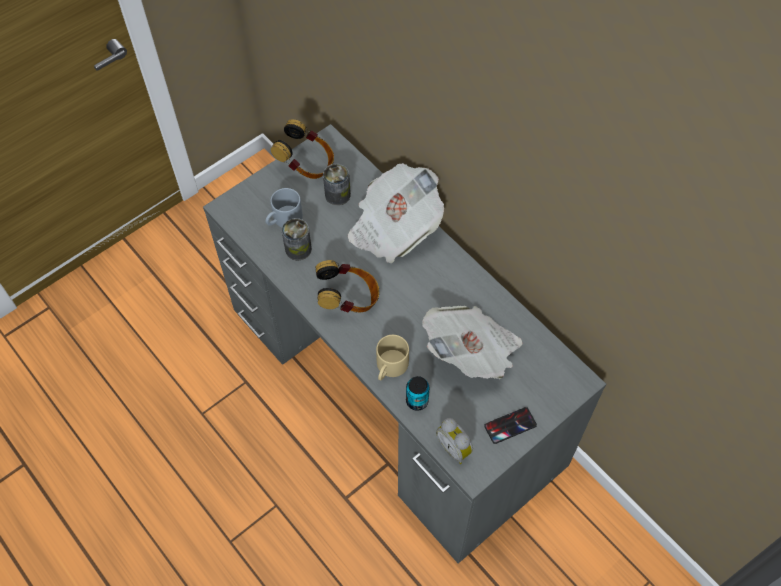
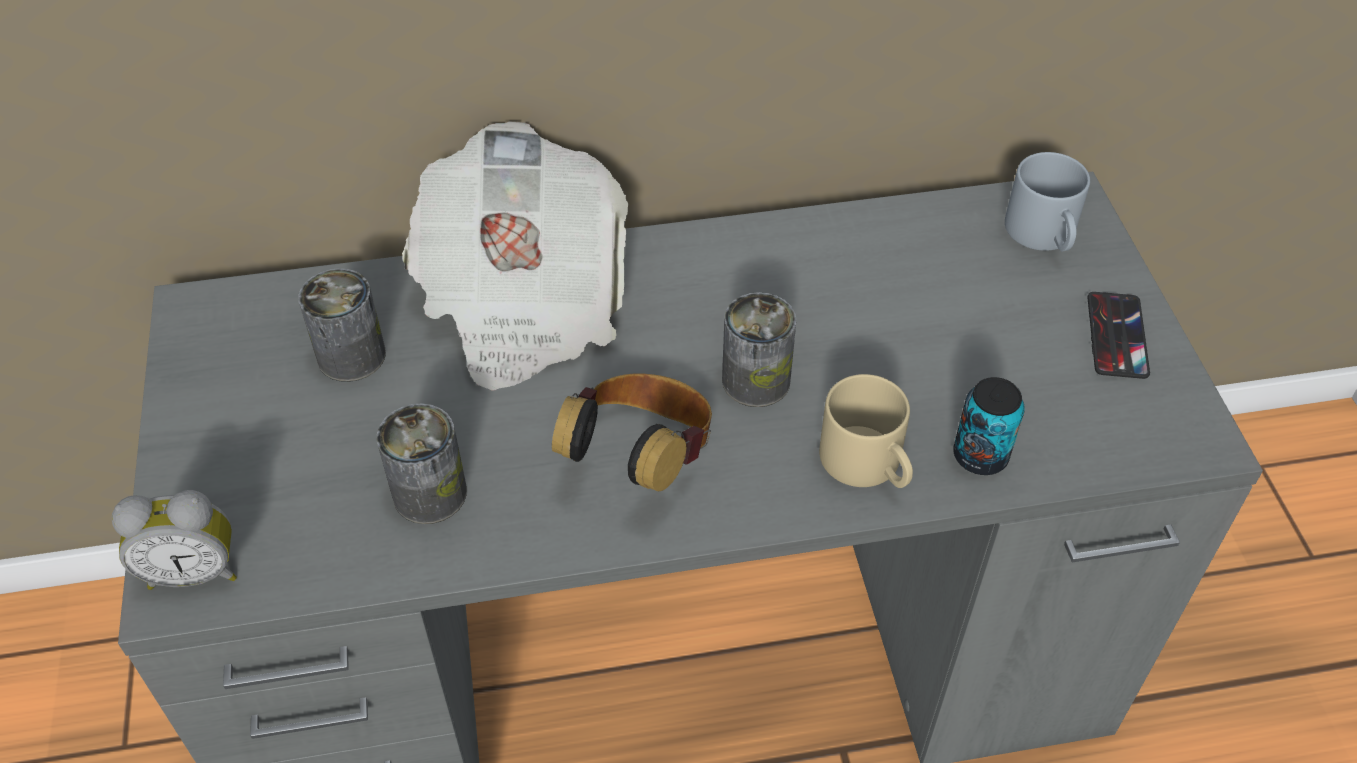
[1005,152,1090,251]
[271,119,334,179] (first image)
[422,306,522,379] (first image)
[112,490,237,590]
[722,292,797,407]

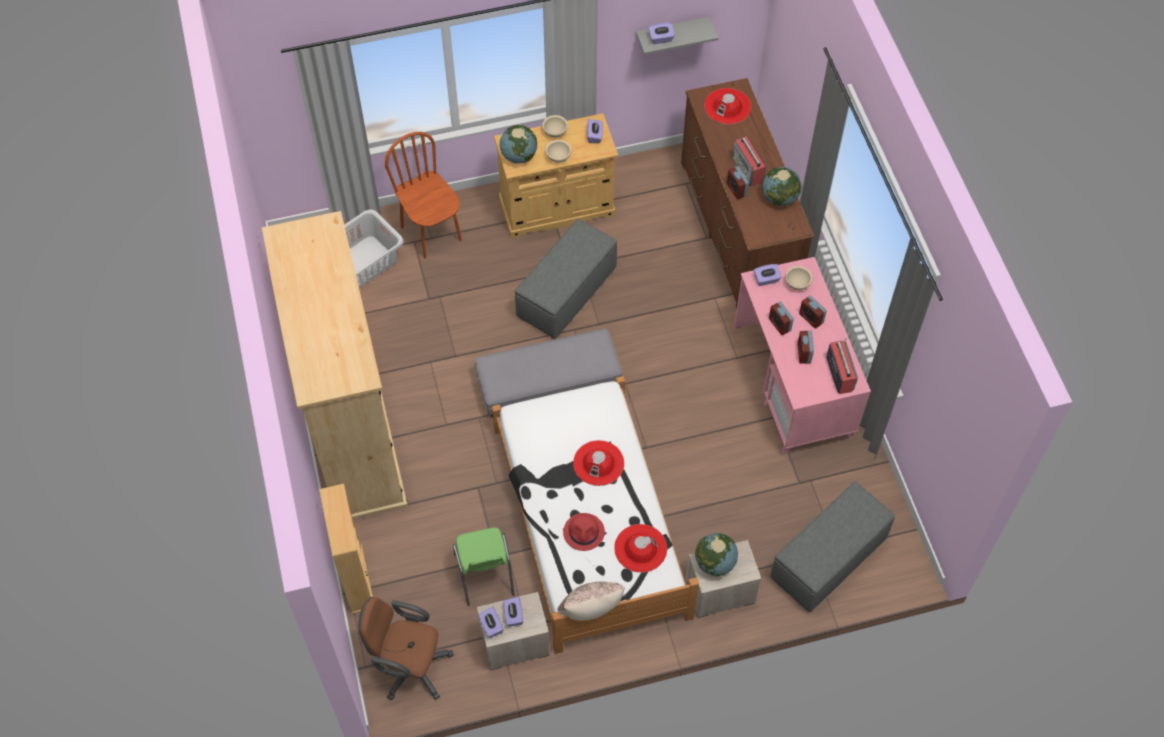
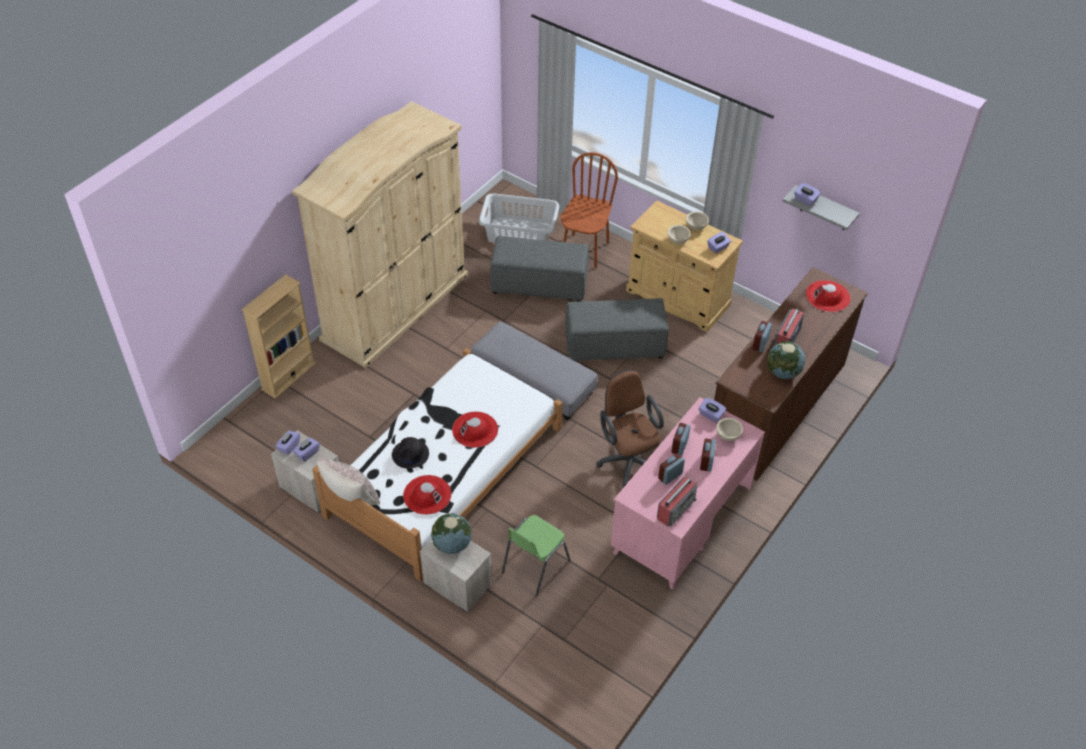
[596,370,664,489]
[502,515,571,597]
[500,125,537,164] (first image)
[392,437,429,468]
[490,236,588,302]

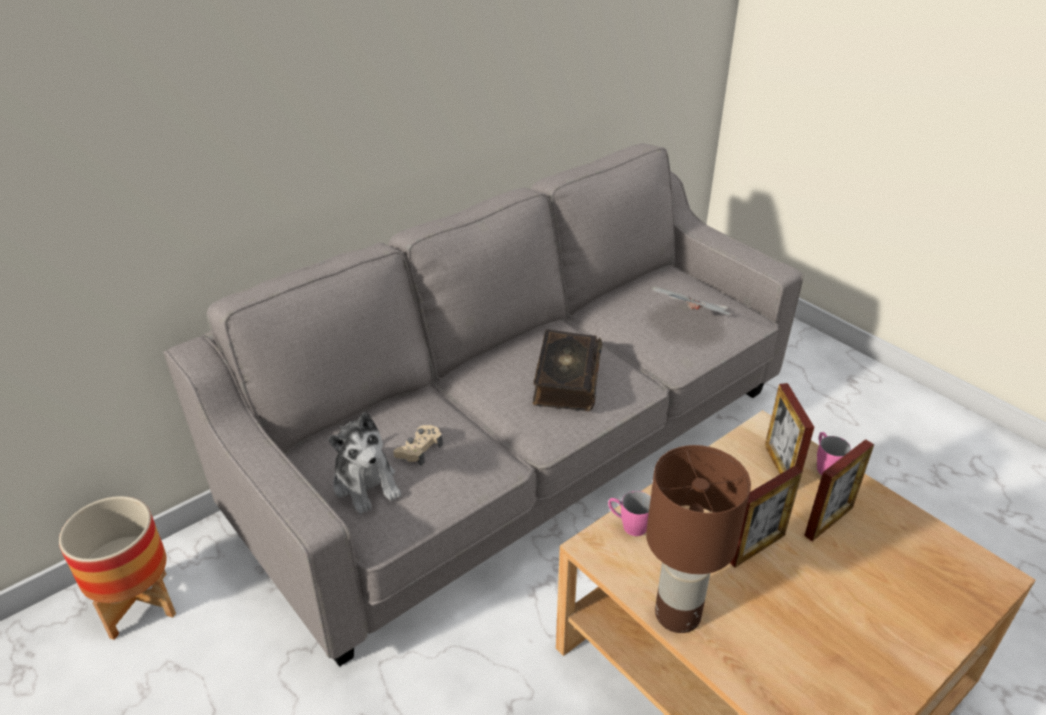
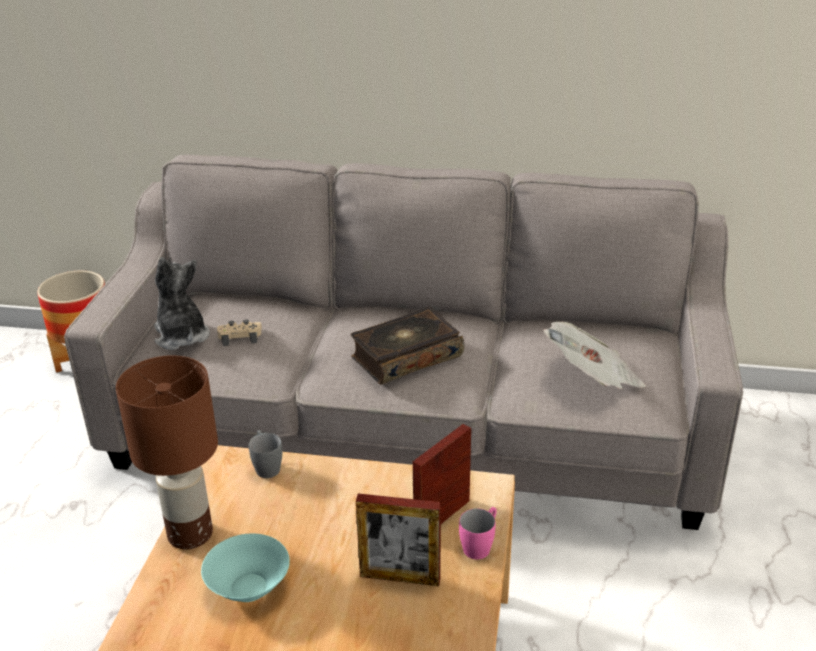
[154,257,210,350]
[249,430,282,478]
[730,466,802,567] (first image)
[201,533,290,602]

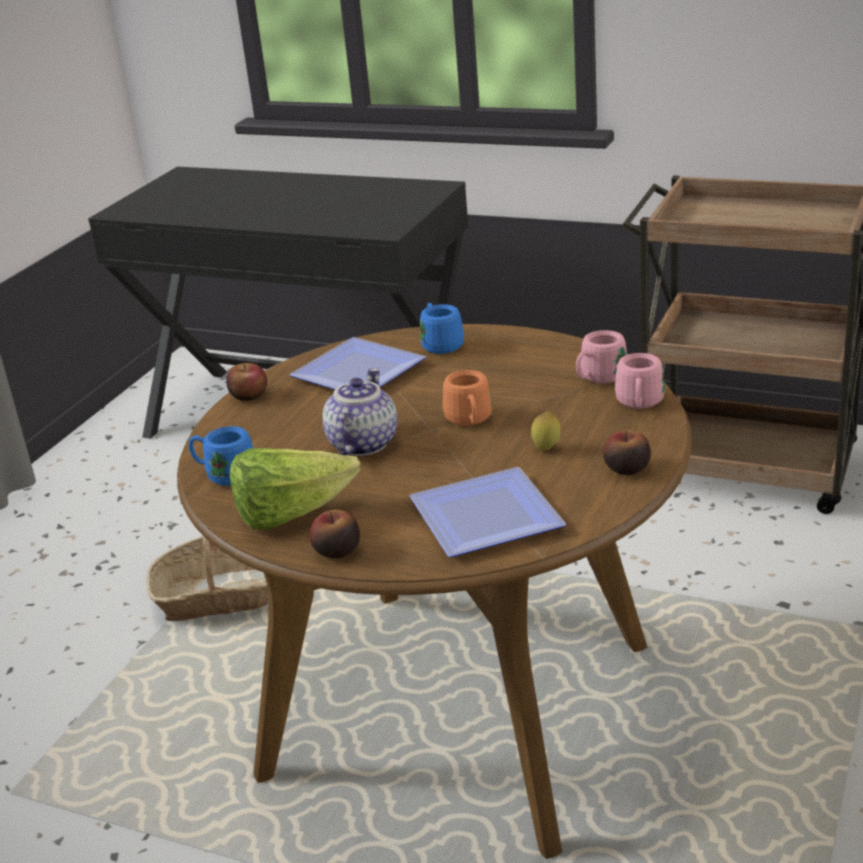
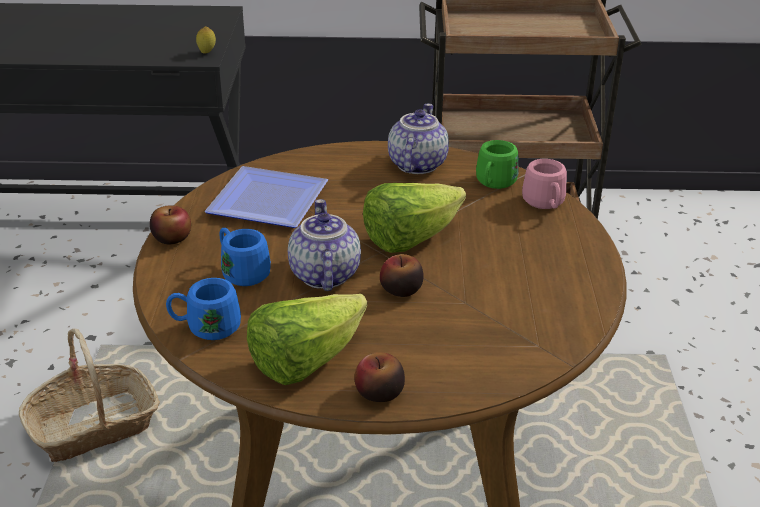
[409,467,566,557] (first image)
[220,228,271,286]
[363,183,466,253]
[196,26,216,53]
[476,140,519,189]
[380,254,424,297]
[388,103,449,174]

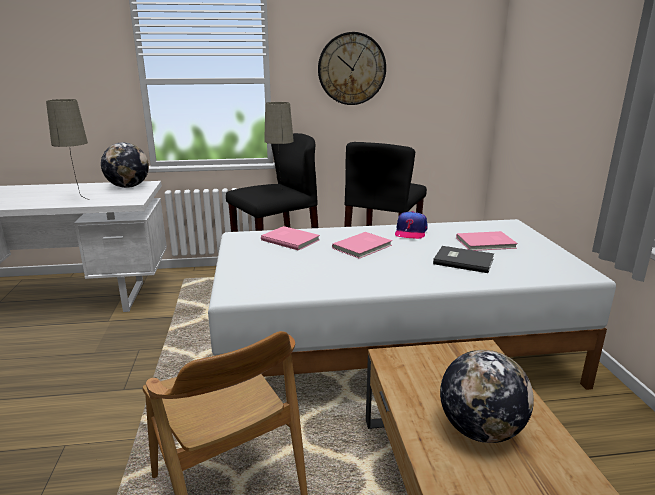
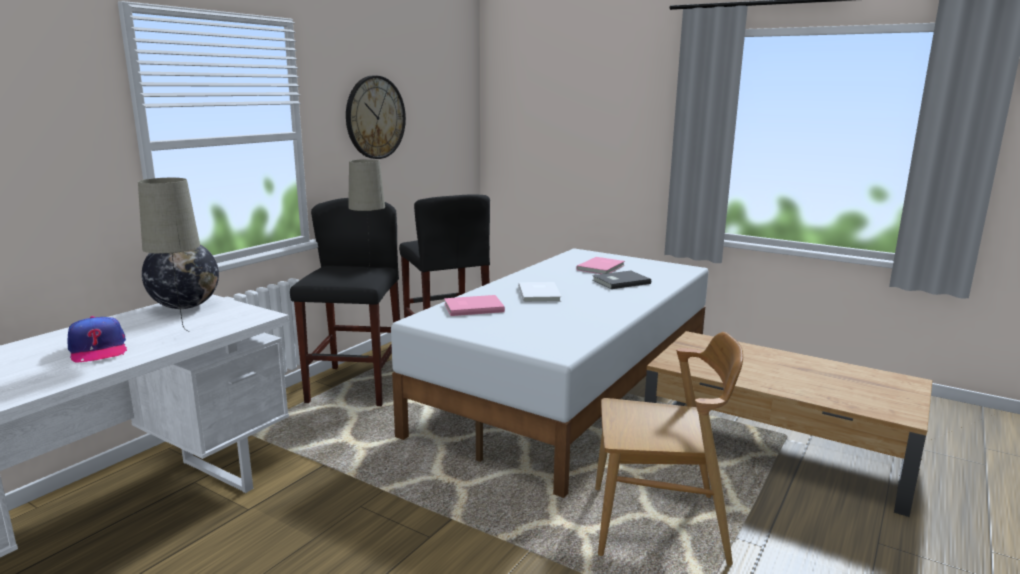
[518,282,562,303]
[68,316,127,363]
[440,350,534,443] (first image)

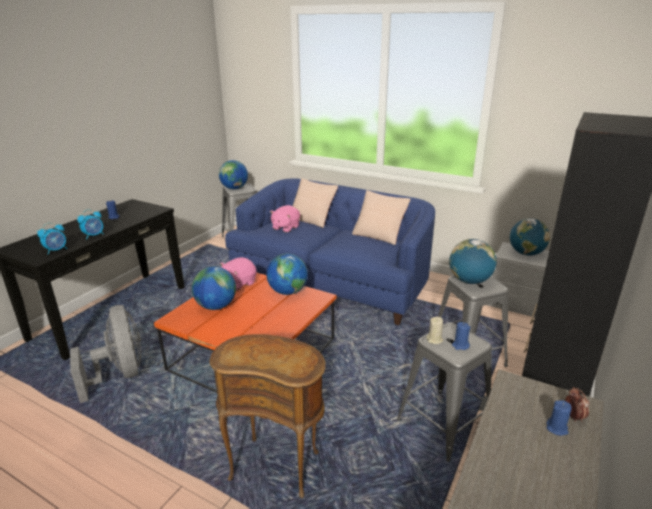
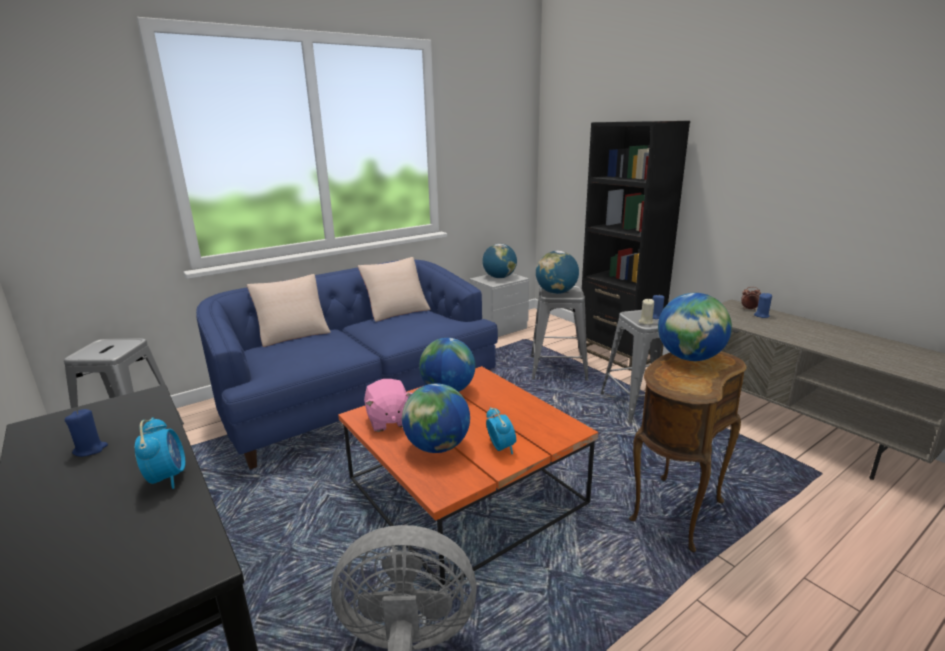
[486,407,516,454]
[658,293,732,361]
[270,205,300,233] (first image)

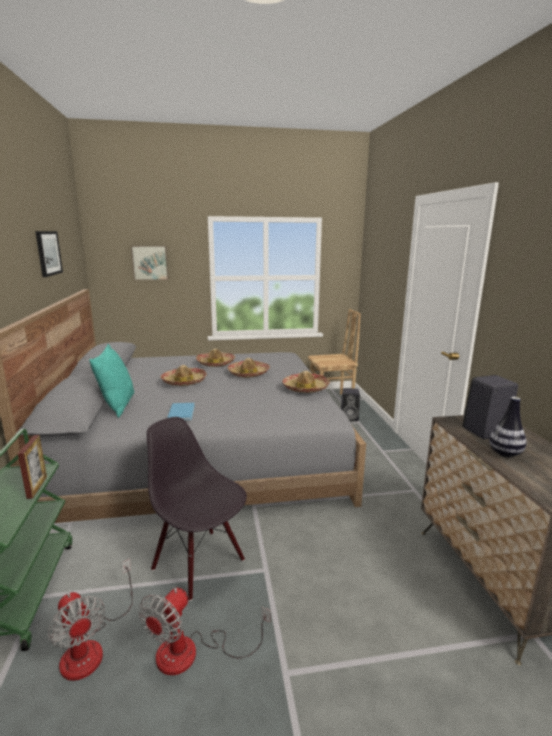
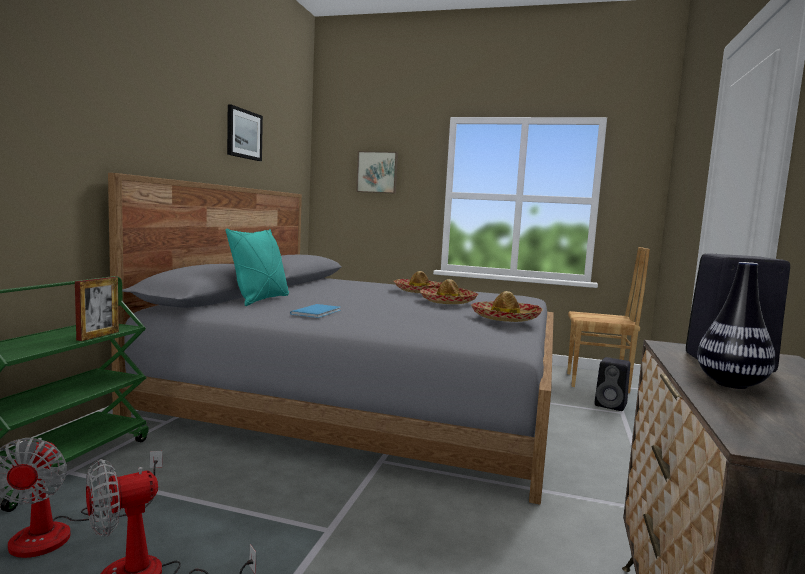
[147,417,247,601] (first image)
[161,365,207,386] (first image)

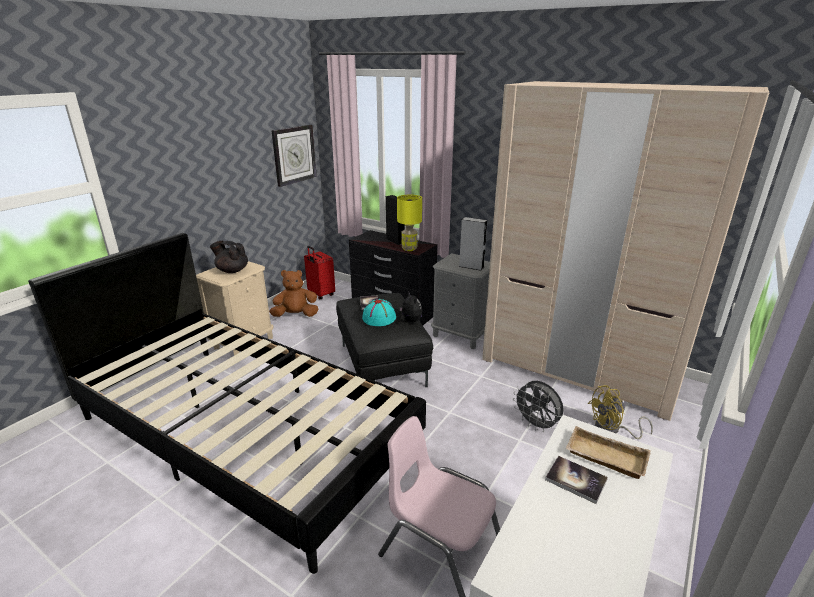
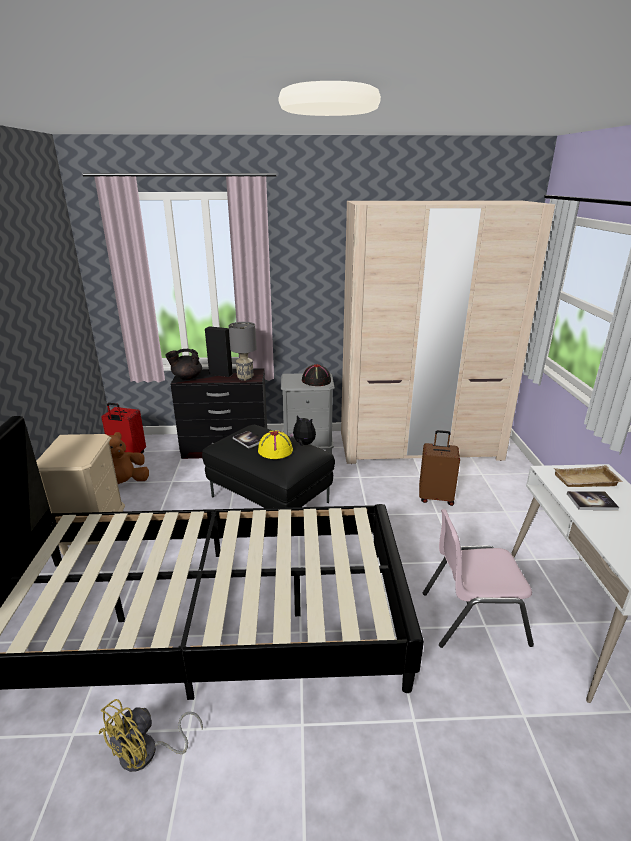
[165,349,202,380]
[272,125,317,187] (first image)
[258,430,293,459]
[229,322,256,381]
[302,364,331,386]
[419,430,460,506]
[99,699,203,772]

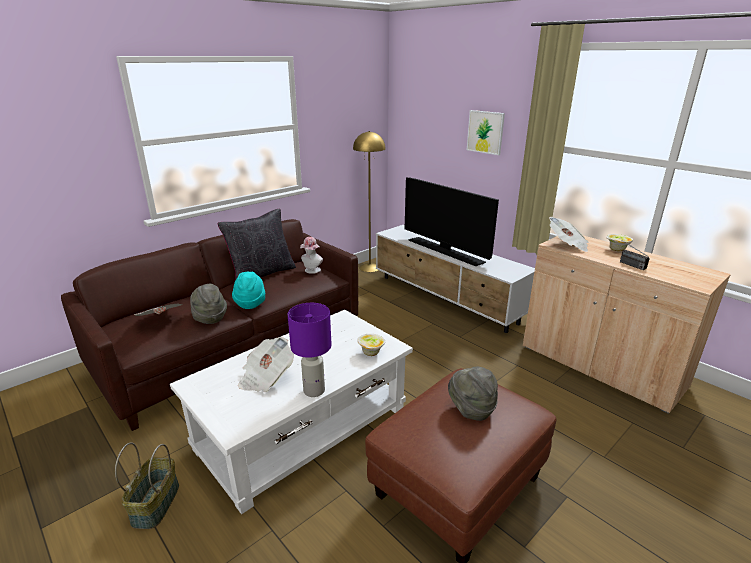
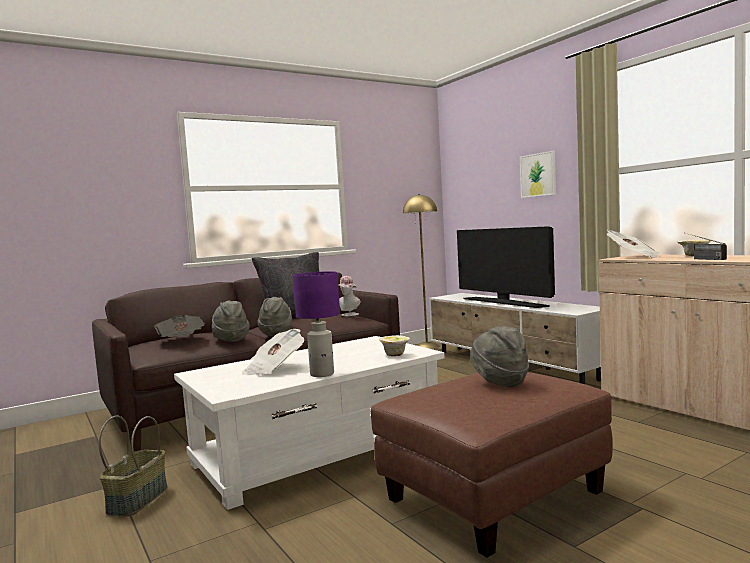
[258,297,292,336]

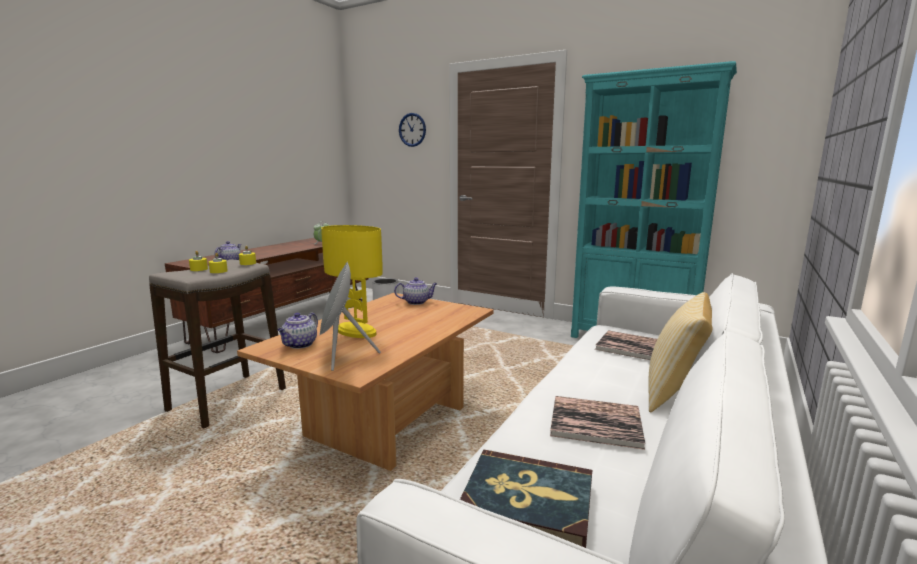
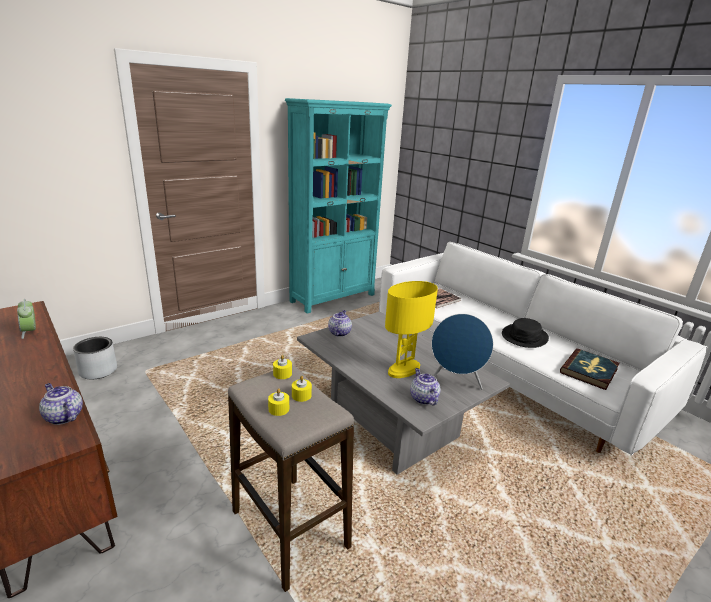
[297,311,510,475]
[410,368,441,405]
[431,314,493,390]
[399,113,426,147] (first image)
[502,318,549,348]
[648,292,713,413] (first image)

